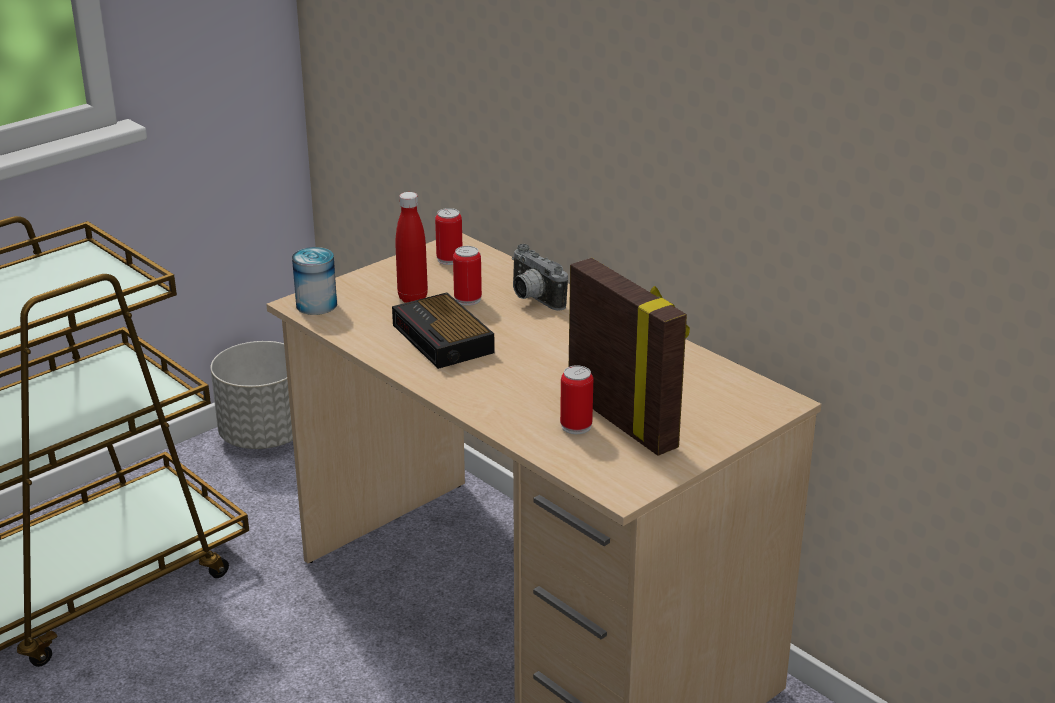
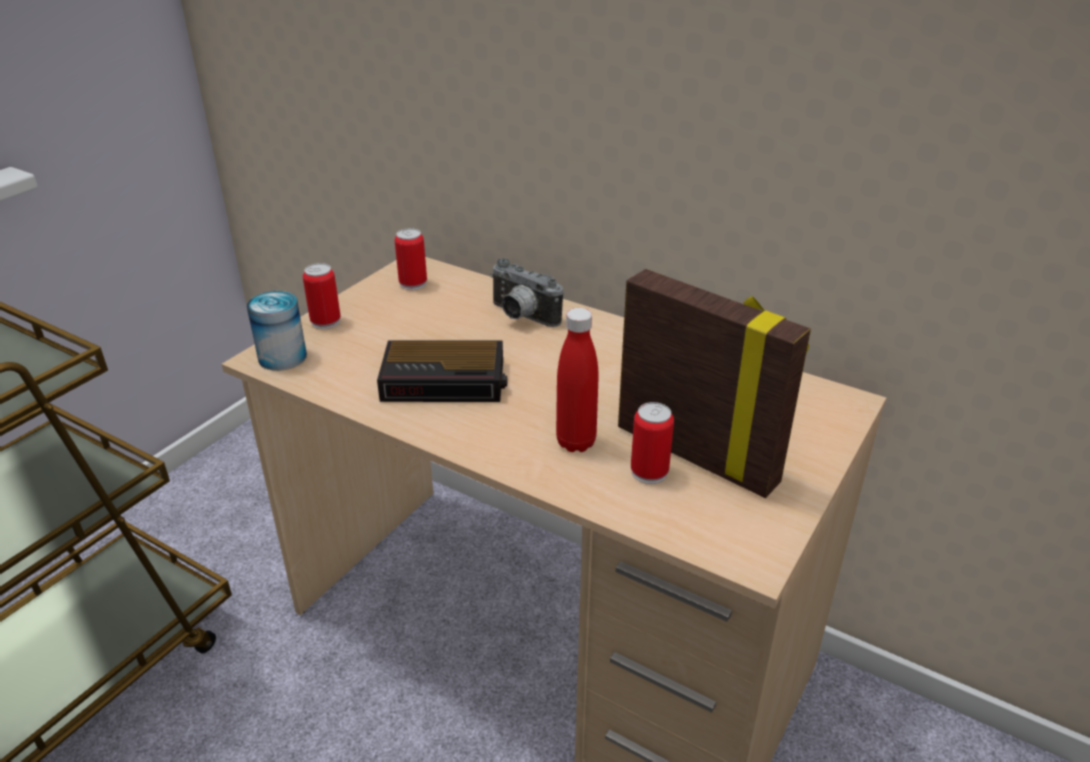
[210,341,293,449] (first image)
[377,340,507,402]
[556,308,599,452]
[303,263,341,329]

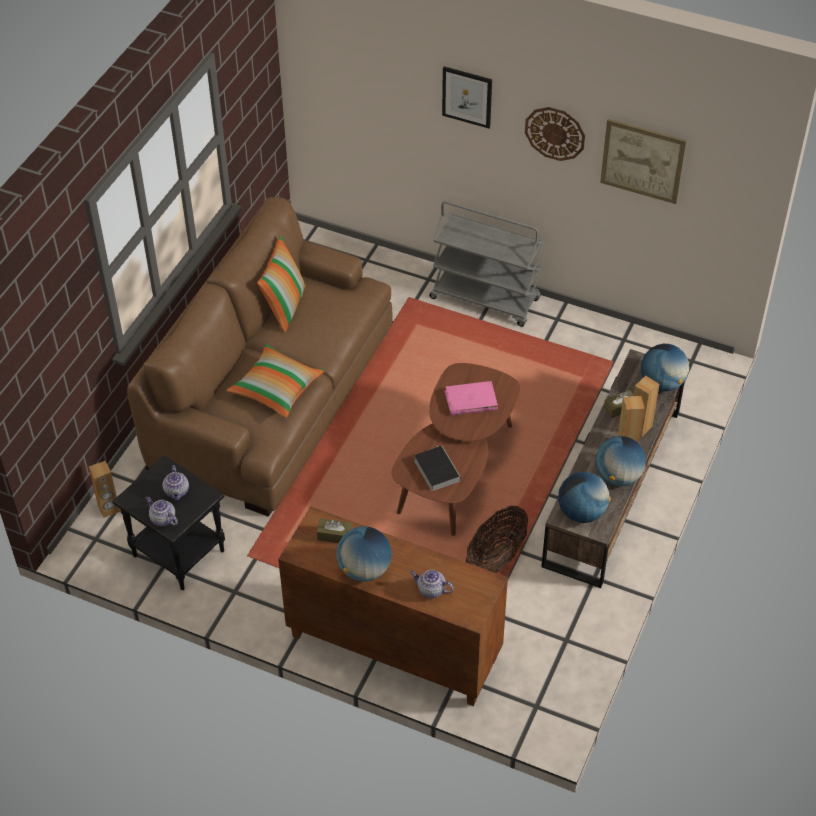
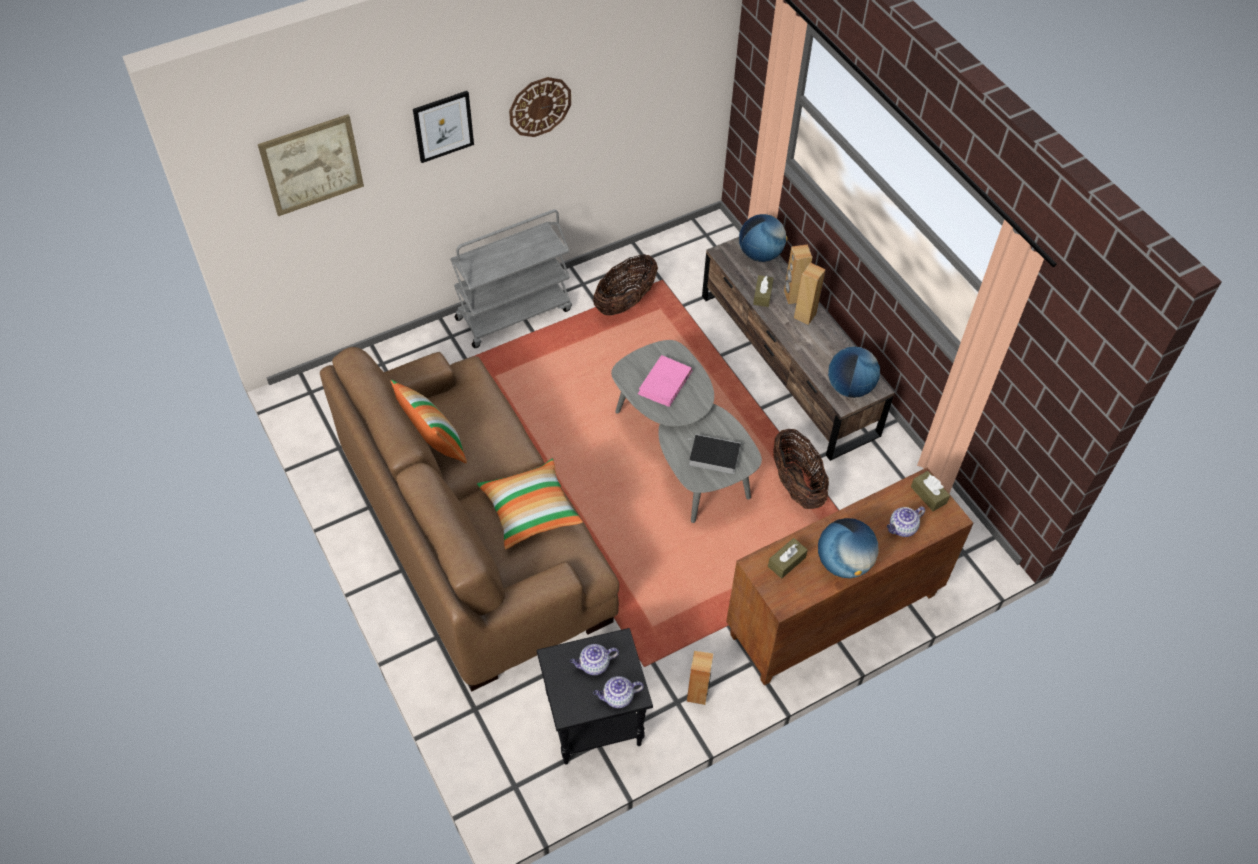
[687,651,713,705]
[570,644,619,675]
[611,340,762,523]
[596,436,646,486] (first image)
[258,114,364,216]
[593,254,658,316]
[911,471,950,511]

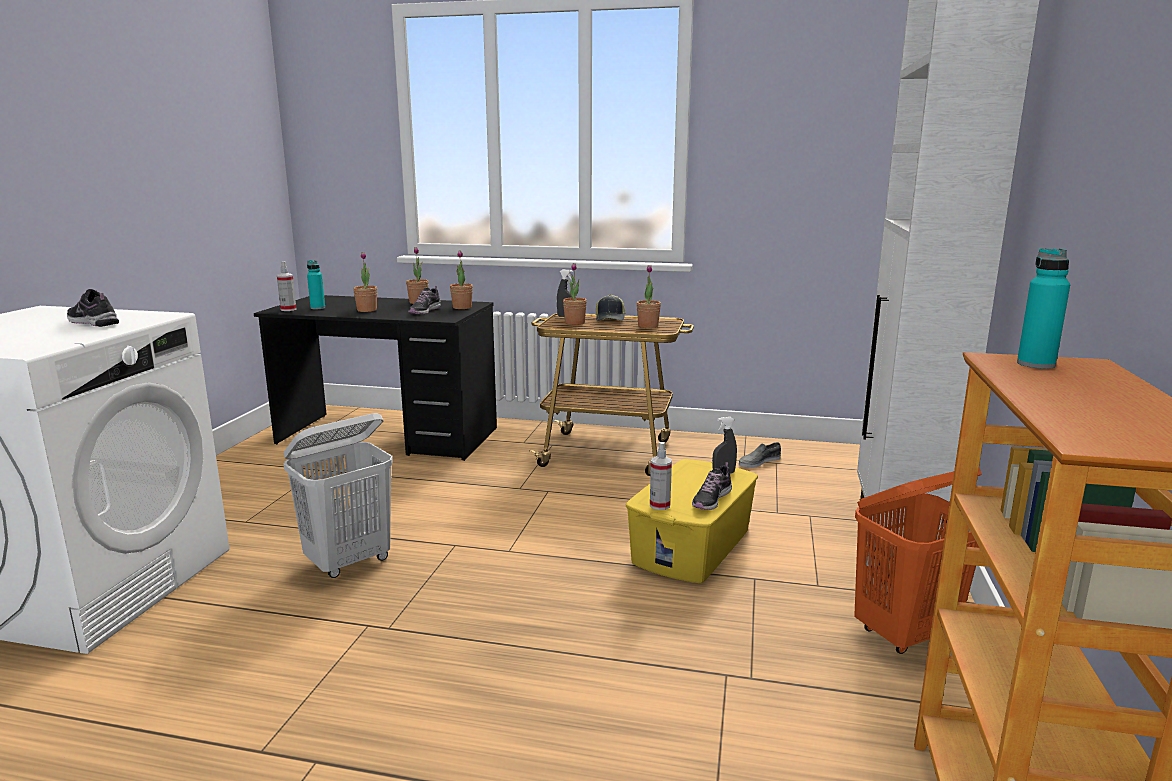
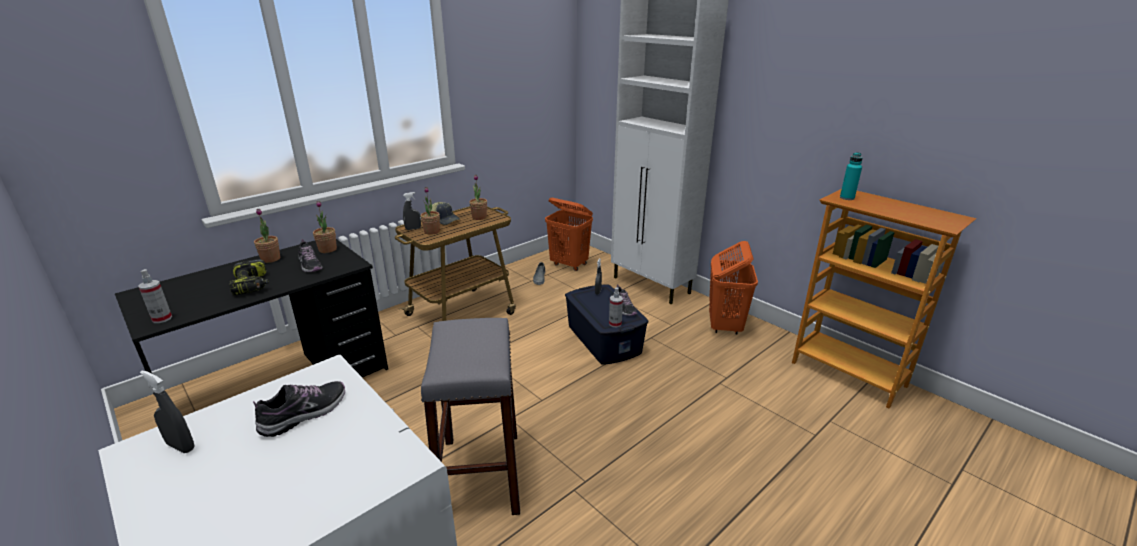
[253,381,345,437]
[421,318,520,515]
[307,260,325,309] (first image)
[229,259,269,295]
[565,284,648,365]
[140,370,195,453]
[545,198,593,271]

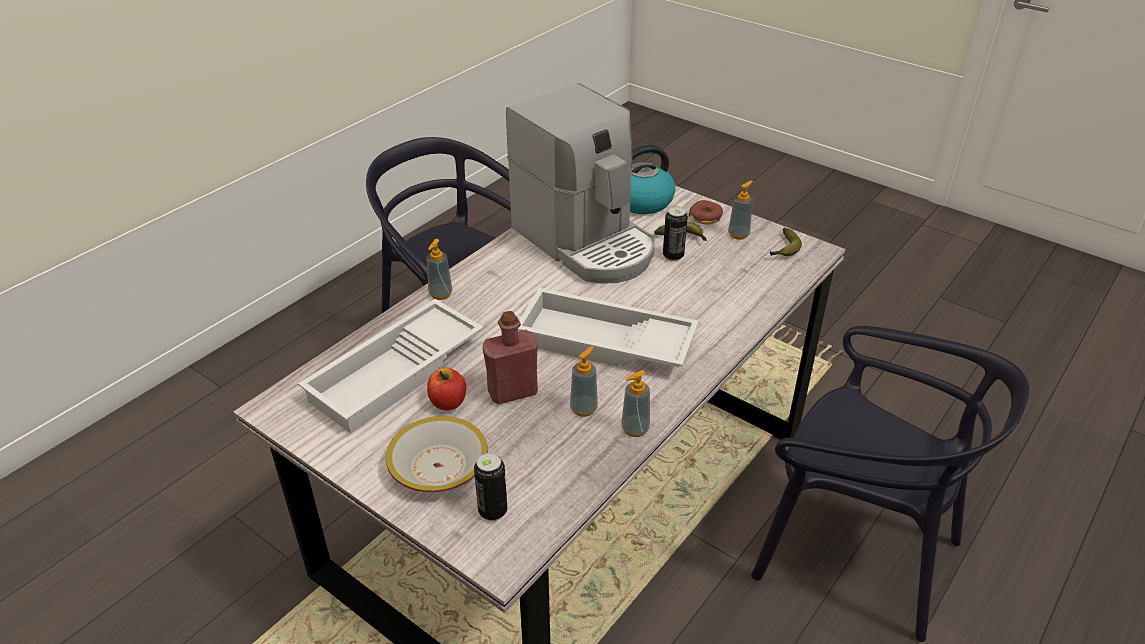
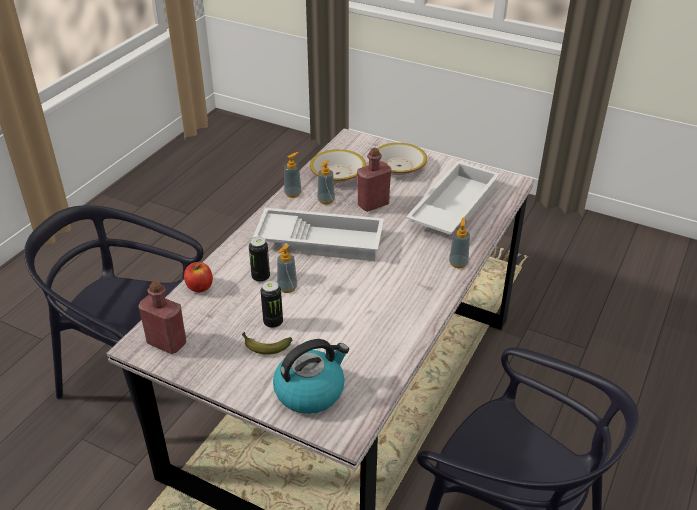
[184,262,213,293]
[249,237,270,282]
[506,83,655,284] (first image)
[689,200,723,224] (first image)
[277,244,297,293]
[138,281,186,354]
[310,149,366,183]

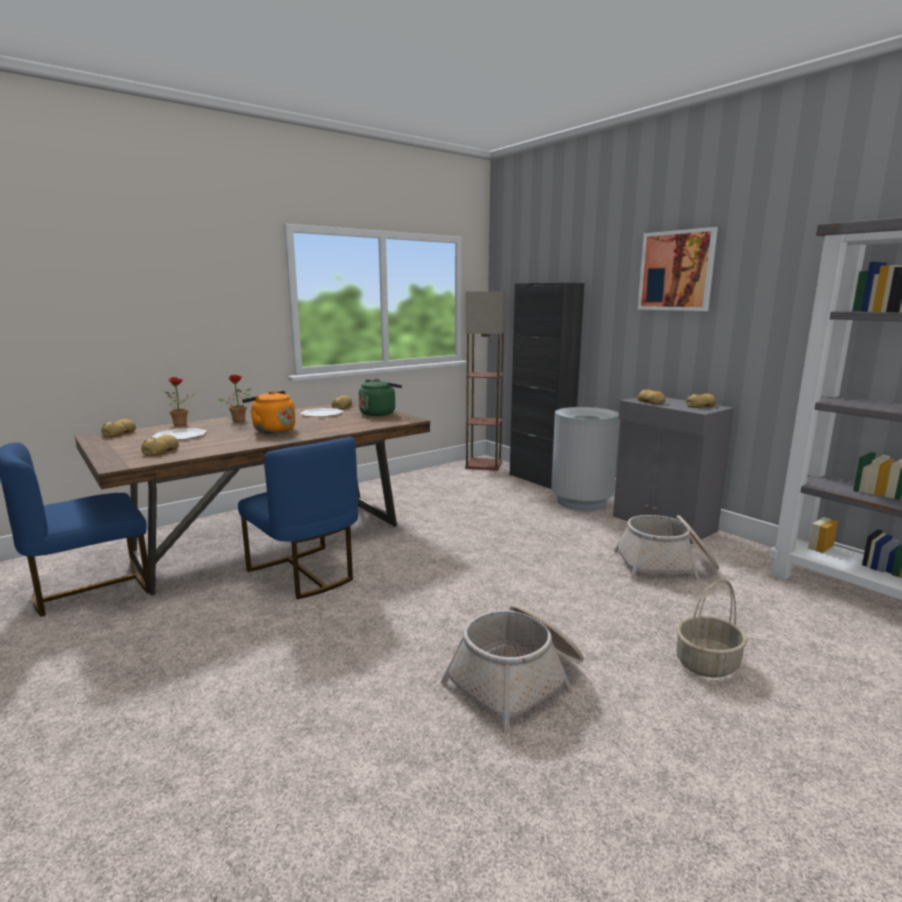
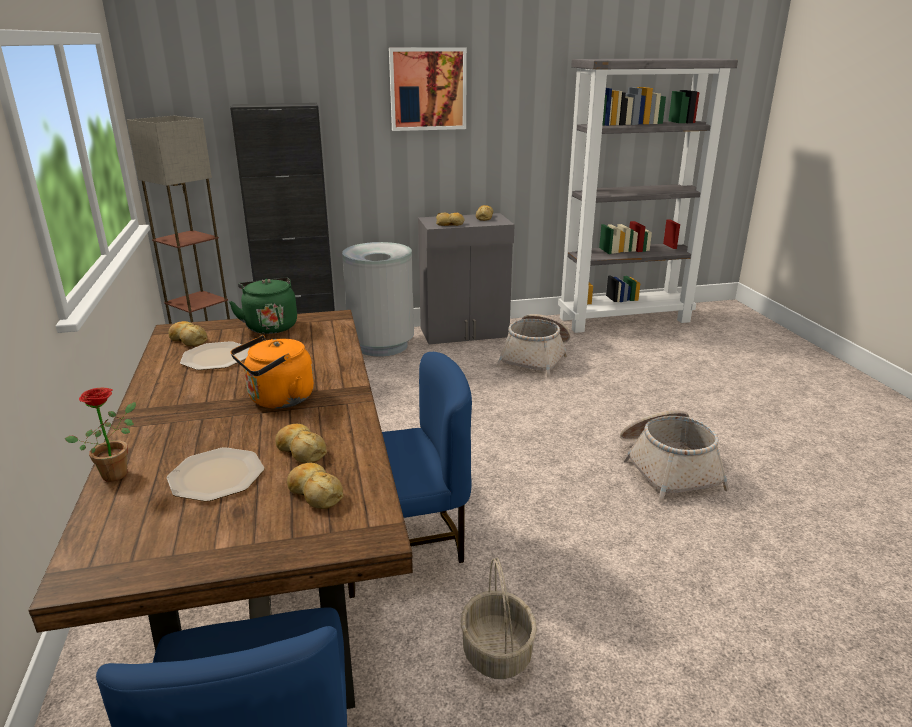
[275,424,327,463]
[219,375,251,422] (first image)
[461,557,537,679]

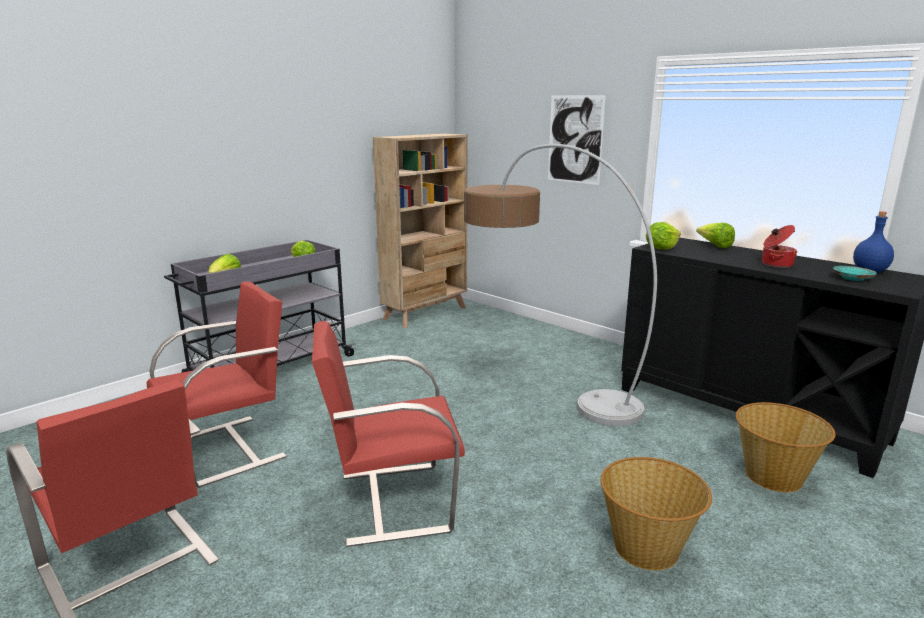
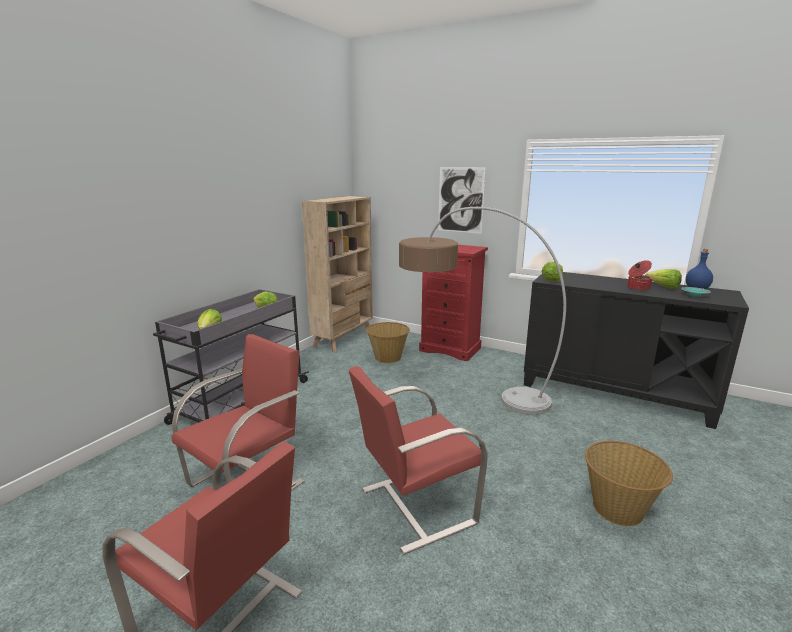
[645,269,682,289]
[366,322,410,363]
[419,245,488,361]

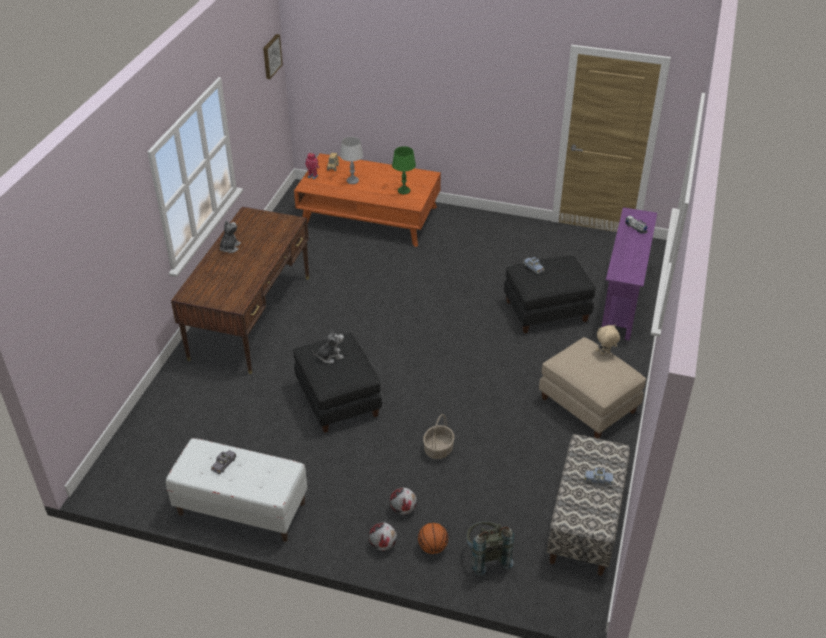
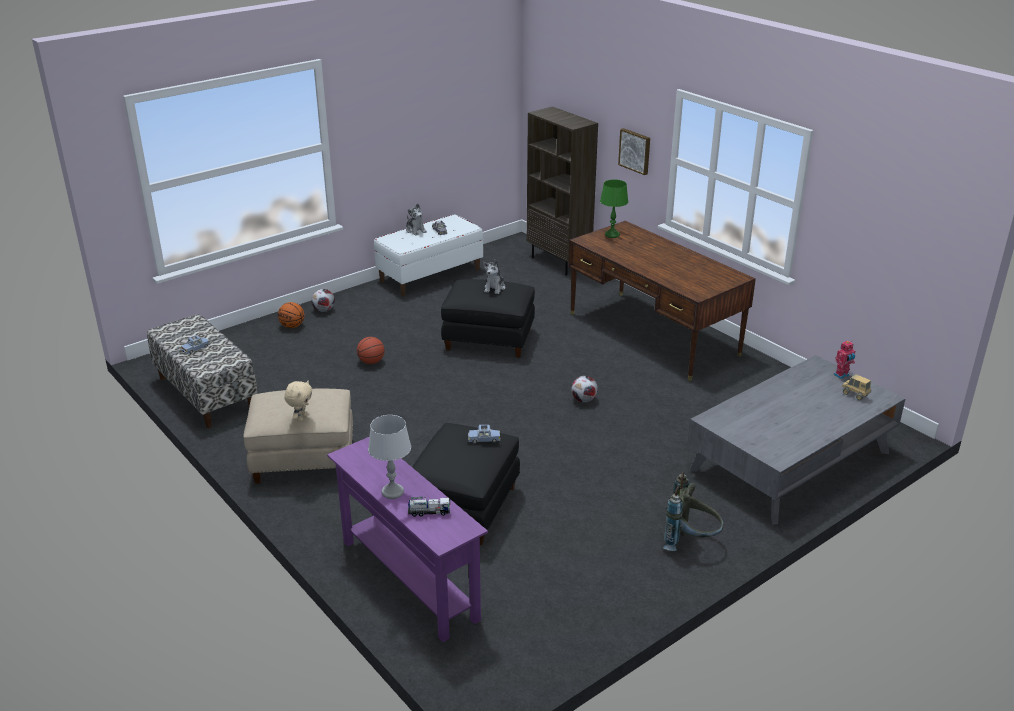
[406,203,427,236]
[618,128,650,175]
[687,355,906,524]
[368,415,411,499]
[571,376,598,402]
[600,180,628,238]
[357,337,384,364]
[663,472,724,551]
[527,106,598,275]

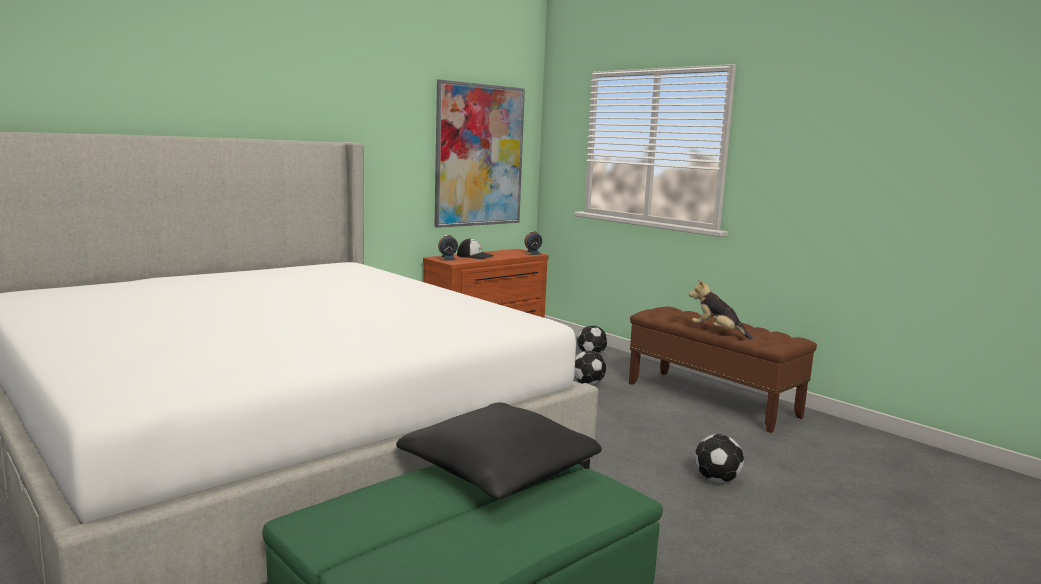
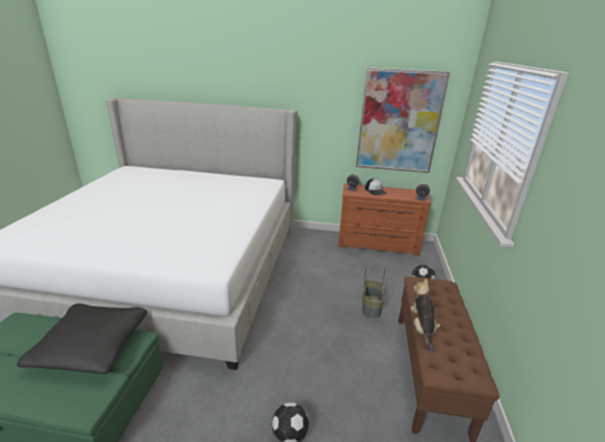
[362,267,387,317]

